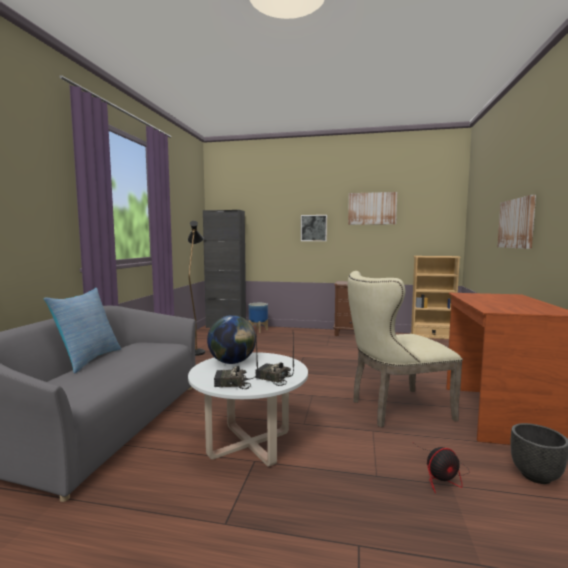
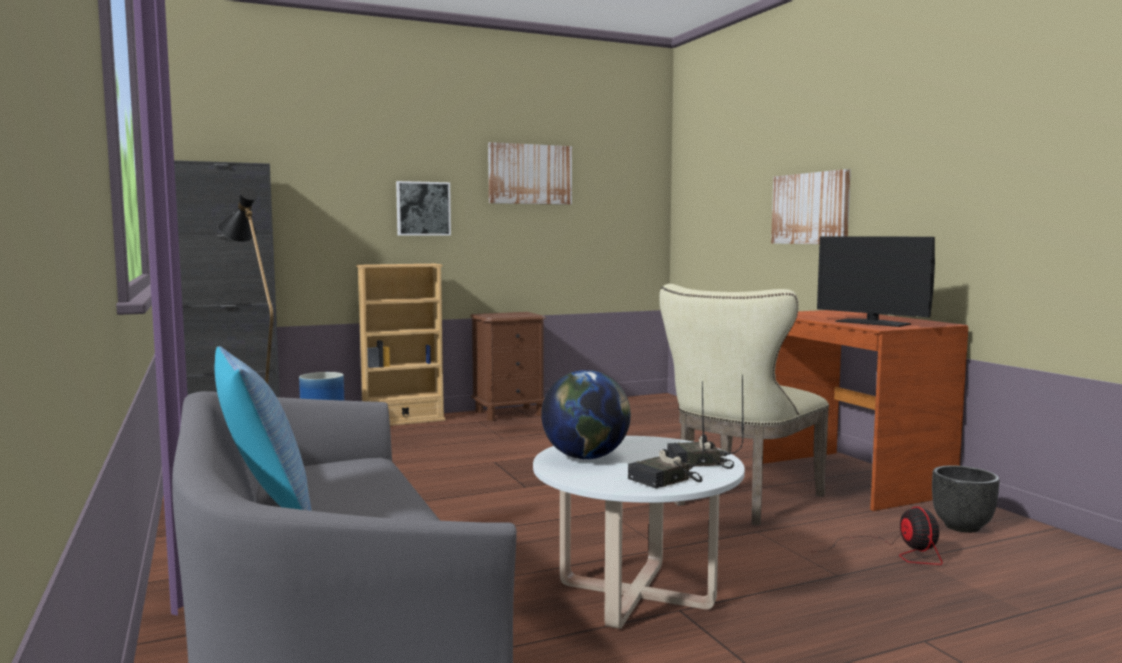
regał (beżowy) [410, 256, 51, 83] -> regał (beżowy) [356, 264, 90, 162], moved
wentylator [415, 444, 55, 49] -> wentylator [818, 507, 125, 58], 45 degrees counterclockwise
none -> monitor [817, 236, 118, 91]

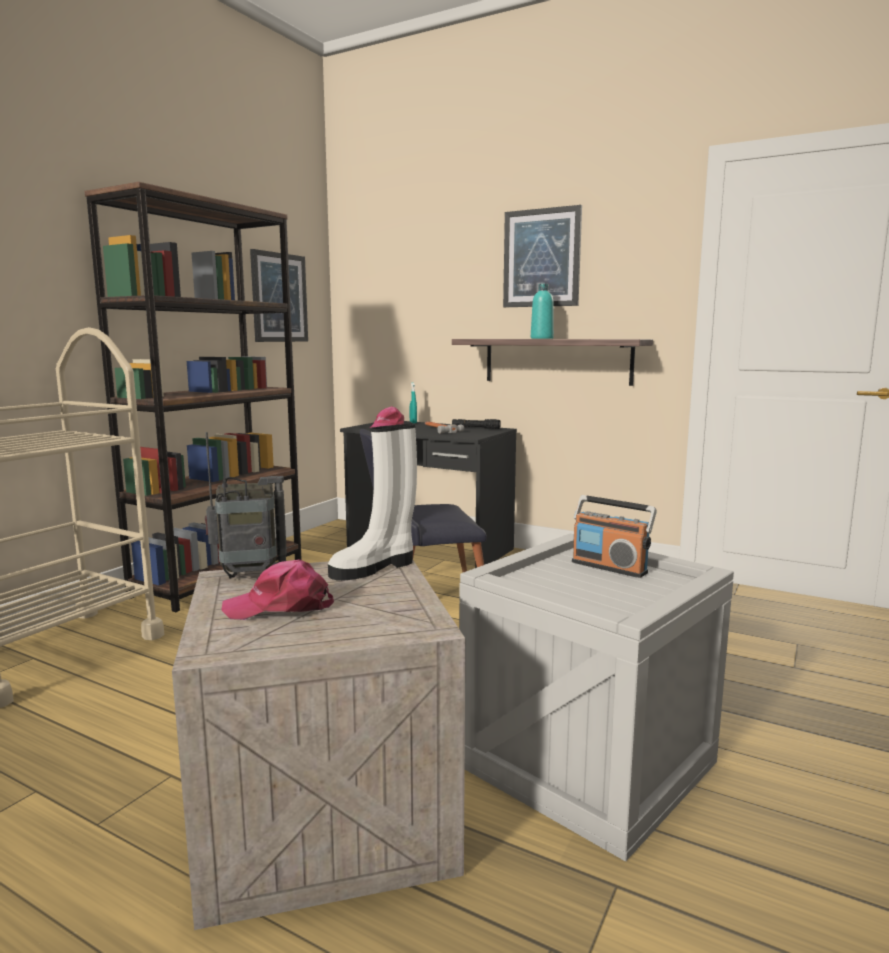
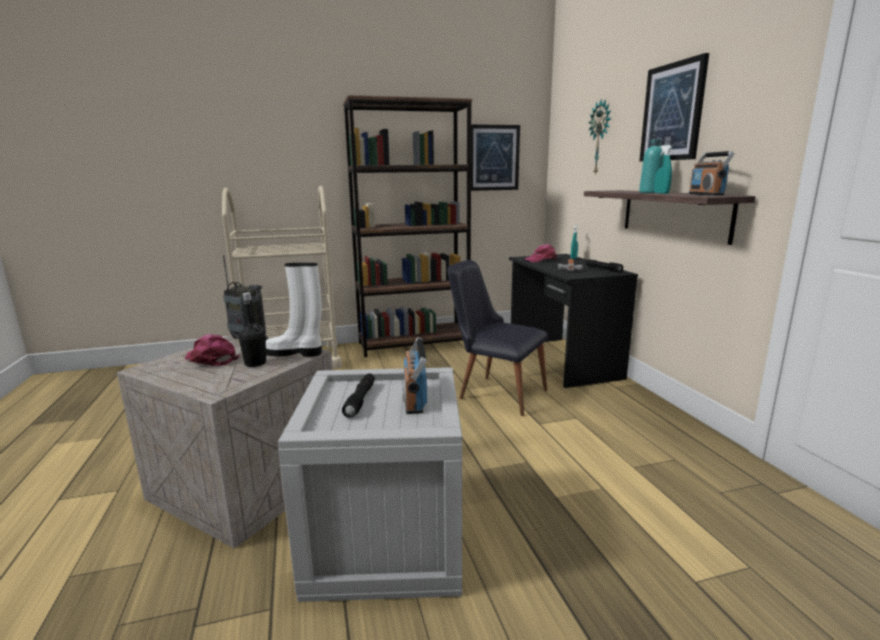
none -> zegar ścienny [589, 99, 22, 76]
none -> spryskiwacz (turkusowy) [654, 145, 18, 49]
none -> radio [689, 151, 46, 45]
none -> butelka (czarny) [238, 293, 28, 74]
none -> latarka (czarny) [342, 373, 33, 45]

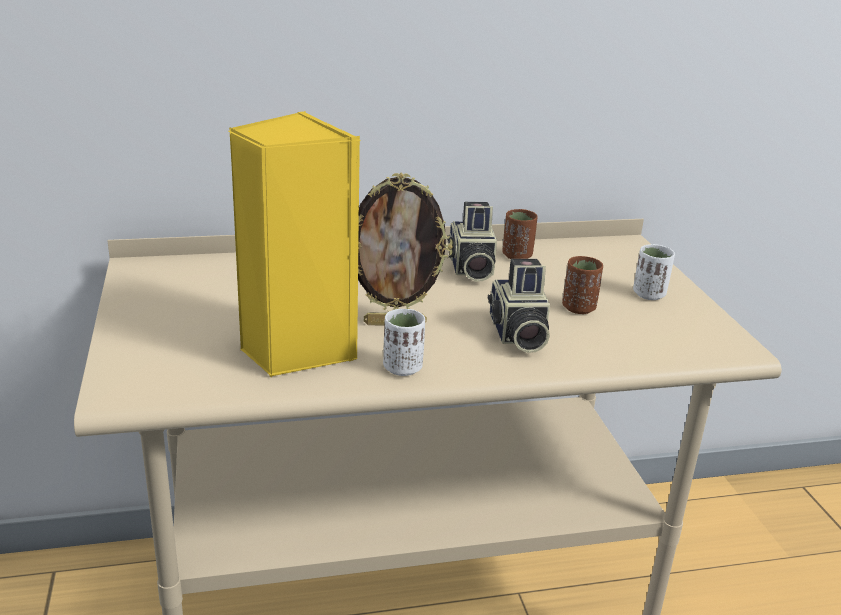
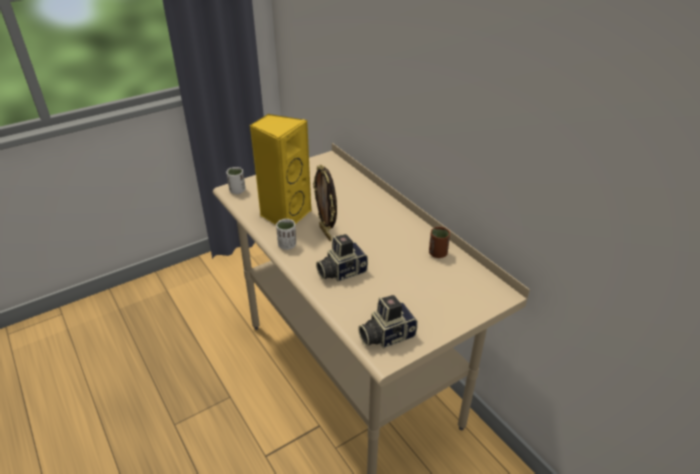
aparat fotograficzny [447, 202, 50, 80] -> aparat fotograficzny [358, 295, 60, 54], moved
filiżanka (biały) [633, 244, 42, 56] -> filiżanka (biały) [226, 167, 20, 27], moved
filiżanka (brązowy) [562, 256, 41, 58] -> none

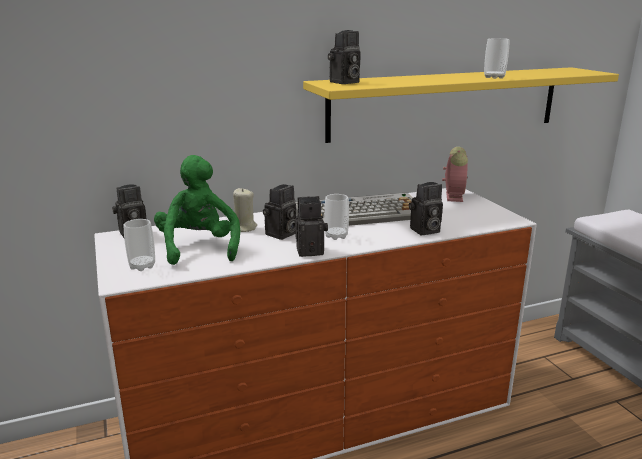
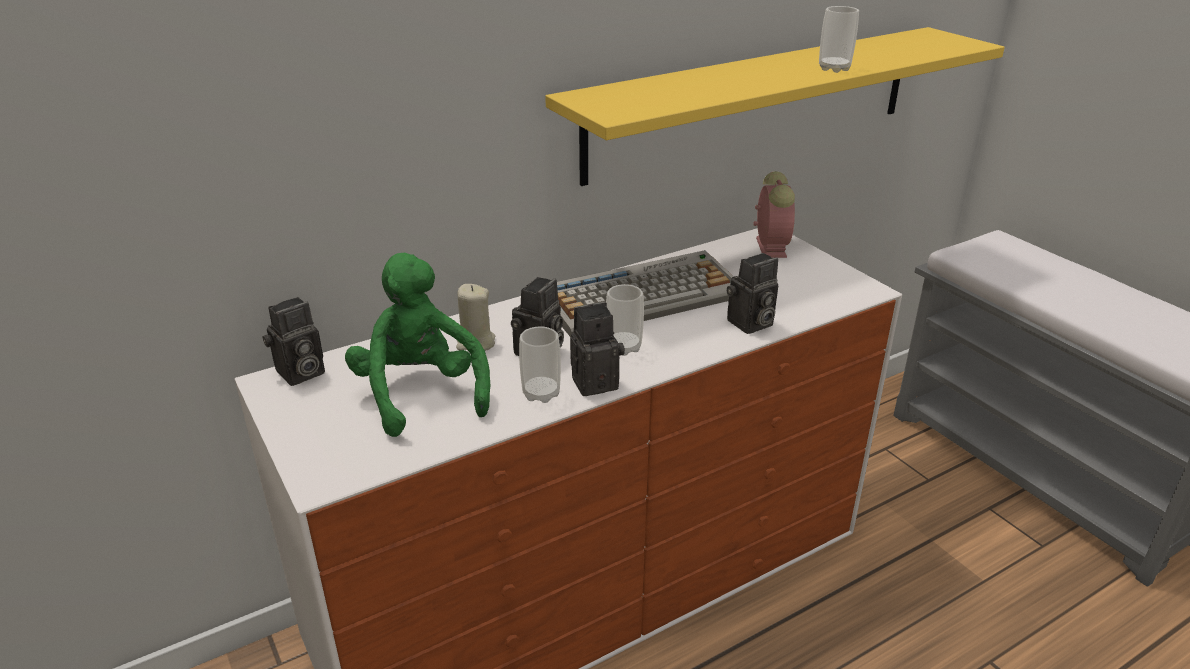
aparat fotograficzny [328, 30, 33, 54] -> none
filiżanka [123, 219, 32, 52] -> filiżanka [519, 327, 42, 76], moved

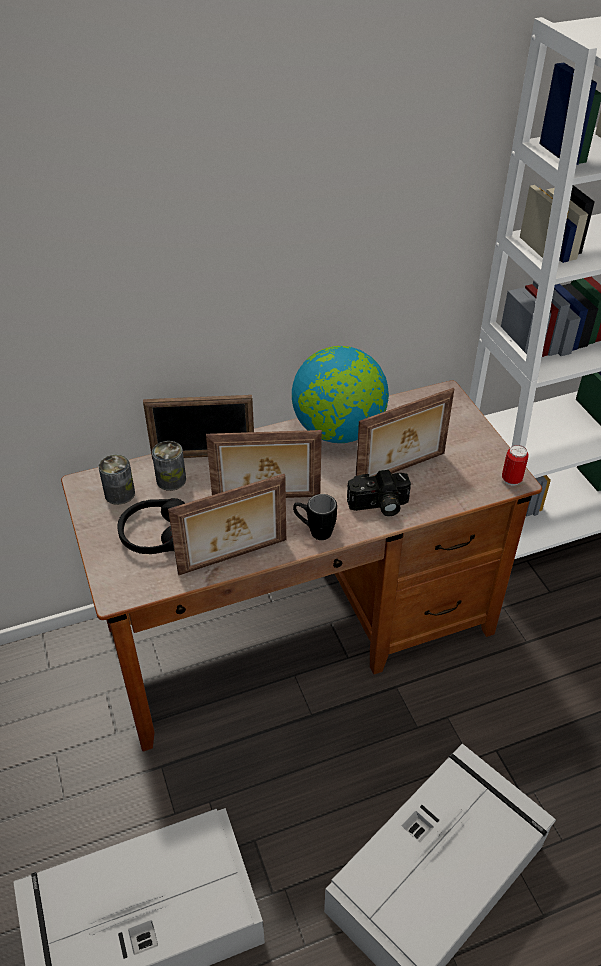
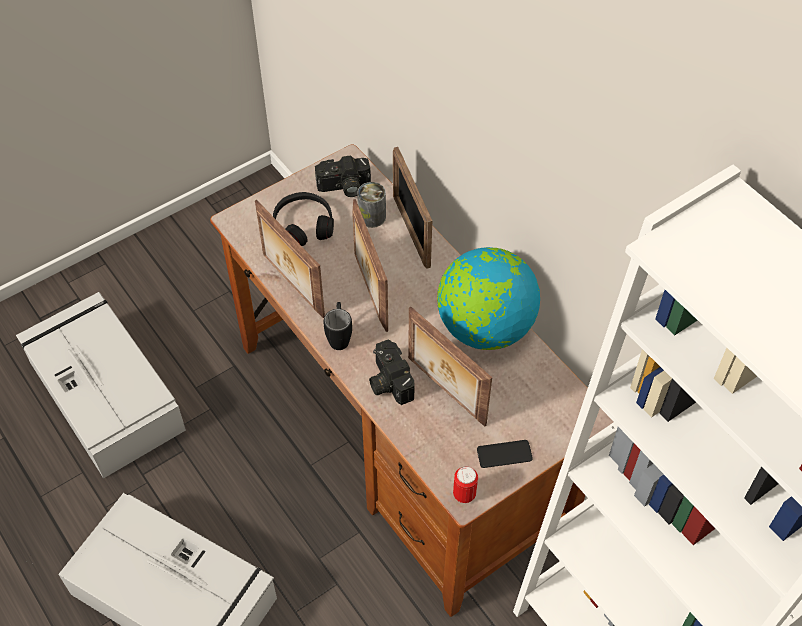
puszka [98, 454, 37, 51] -> aparat fotograficzny [315, 155, 56, 42]
none -> telefon [477, 440, 56, 28]

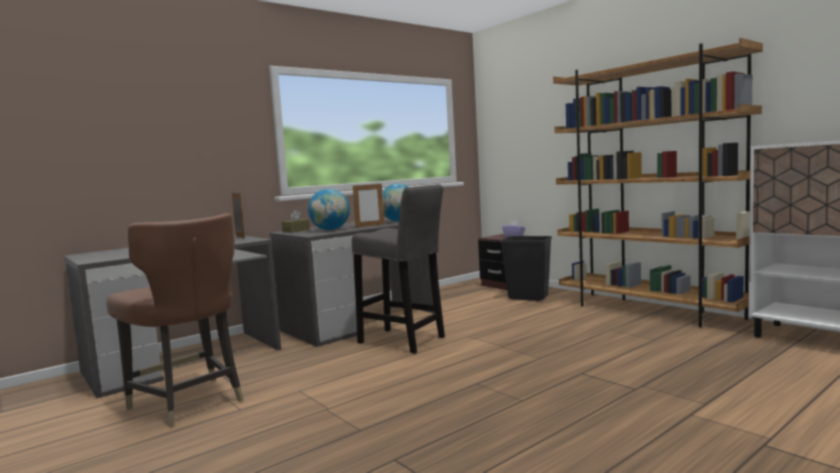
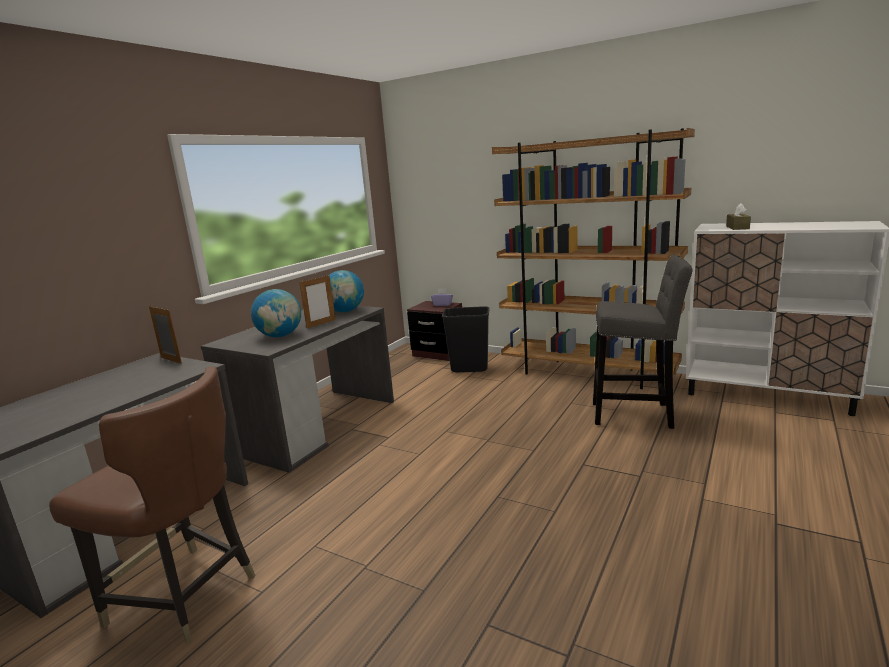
stołek (szary) [352, 184, 93, 170] -> stołek (szary) [593, 255, 100, 174], moved
pudełko chusteczek (brązowy) [282, 210, 28, 23] -> pudełko chusteczek (brązowy) [726, 203, 25, 27], moved

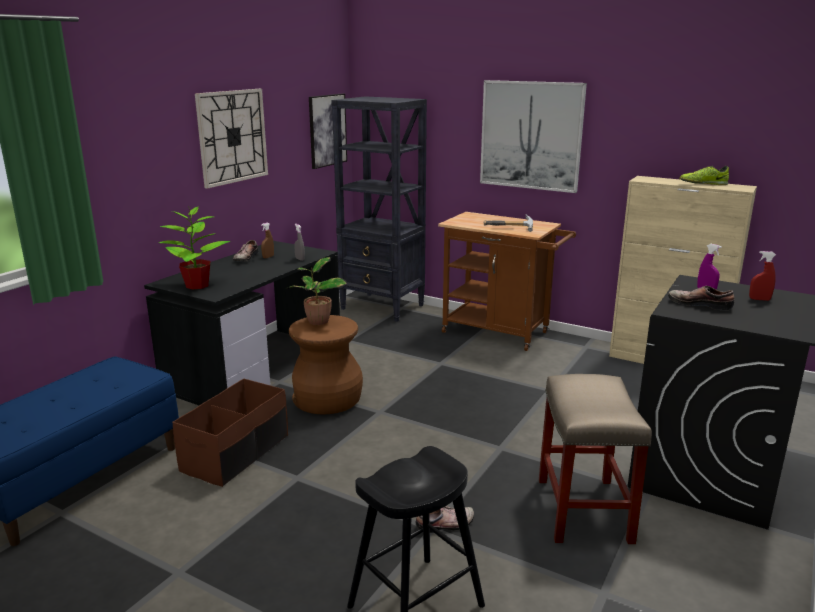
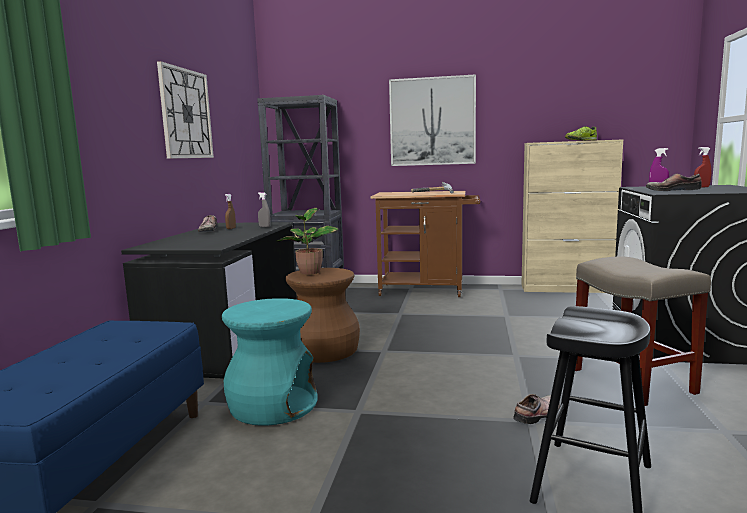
obraz [309, 93, 38, 76] -> none
roślina doniczkowa [159, 206, 72, 83] -> none
pojemnik do przechowywania (brązowy) [172, 378, 116, 109] -> stołek (turkusowy) [222, 298, 96, 128]

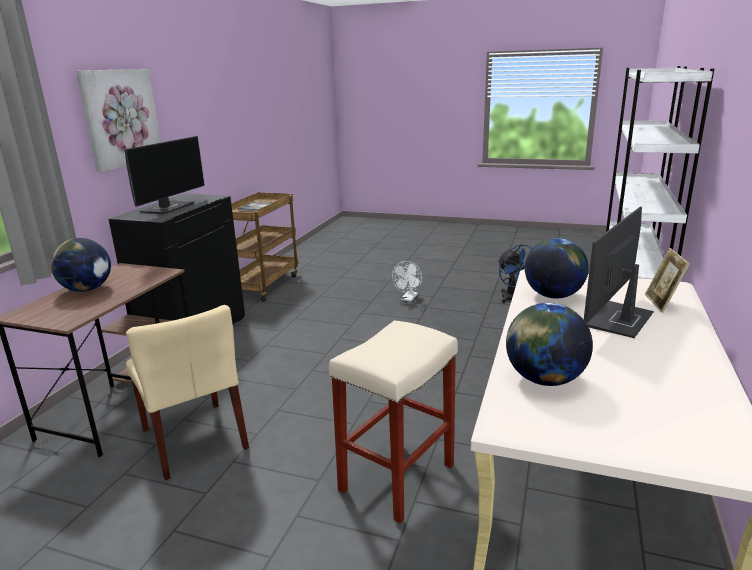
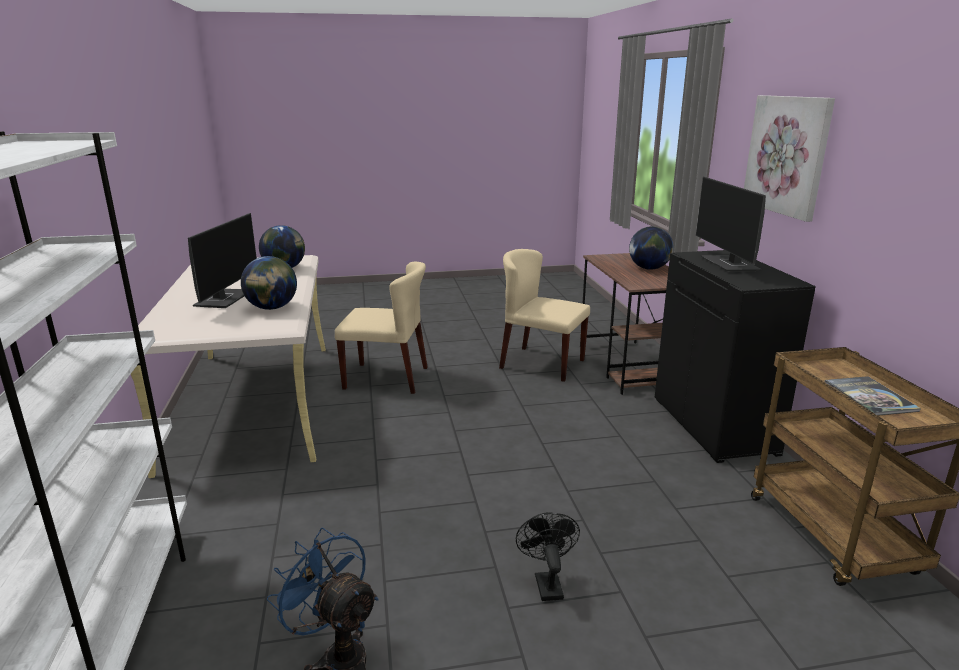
ramka na zdjęcie [645, 248, 45, 65] -> none
wentylator (biały) [392, 261, 30, 40] -> wentylator (czarny) [516, 512, 64, 89]
stołek (beżowy) [329, 321, 129, 203] -> krzesło (beżowy) [335, 261, 93, 133]

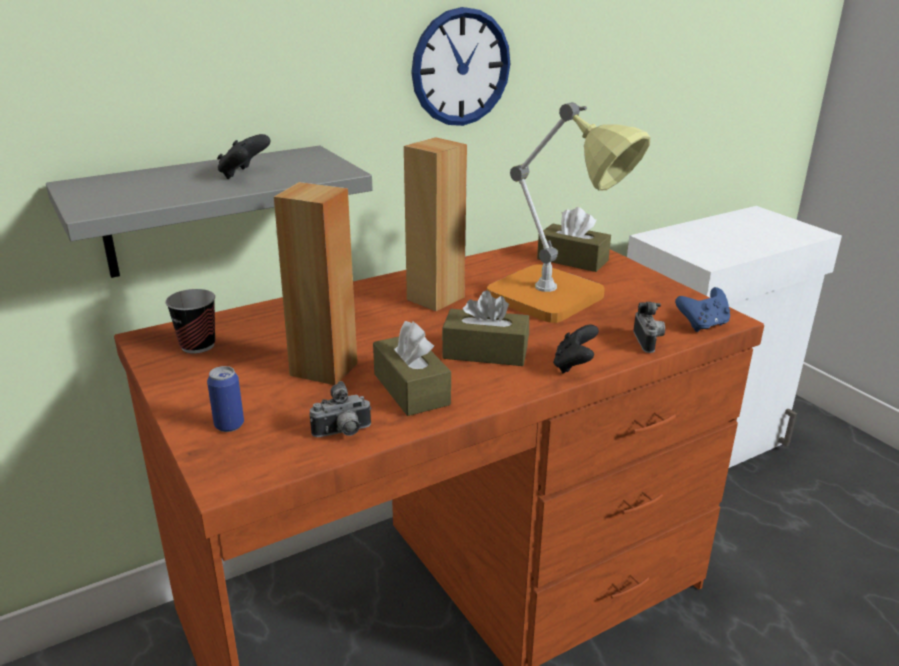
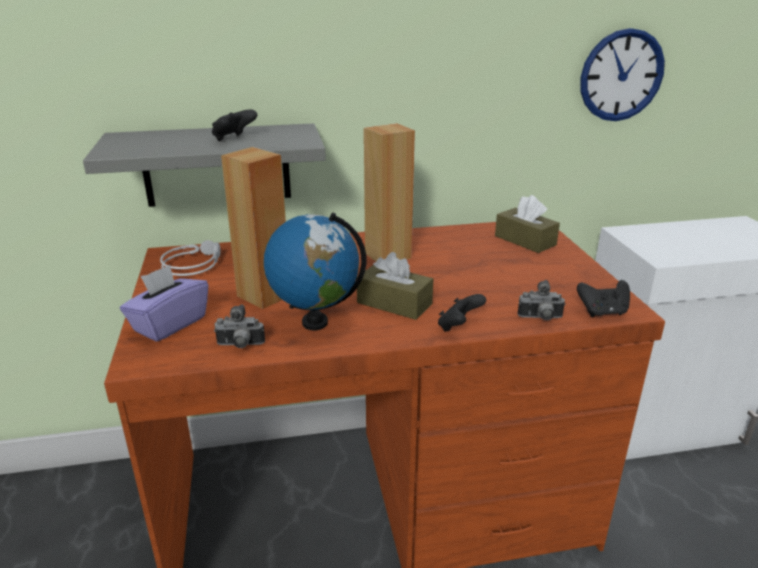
zegar ścienny [411, 7, 99, 119] -> zegar ścienny [580, 28, 85, 93], moved
lampa stołowa [487, 102, 163, 221] -> none
pad do gier (niebieski) [675, 287, 55, 45] -> pad do gier (czarny) [577, 280, 53, 37]
filiżanka [165, 289, 50, 65] -> słuchawki (szary) [160, 240, 60, 36]
aparat fotograficzny [633, 302, 32, 51] -> aparat fotograficzny [518, 280, 47, 40], 75 degrees clockwise
pudełko chusteczek (brązowy) [373, 321, 78, 95] -> globus [264, 212, 102, 118]
puszka [207, 366, 37, 66] -> pudełko chusteczek (fioletowy) [120, 264, 88, 78]

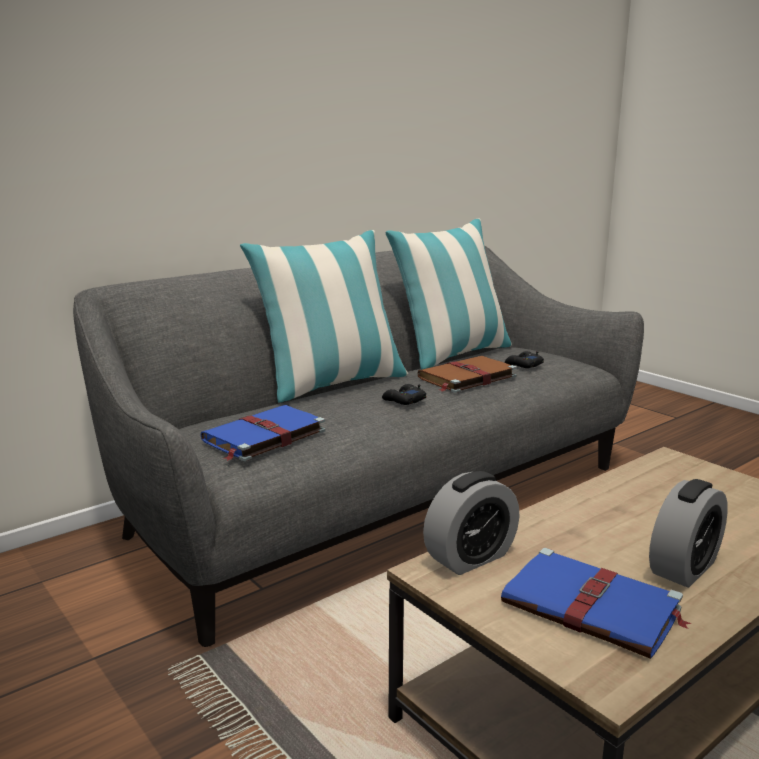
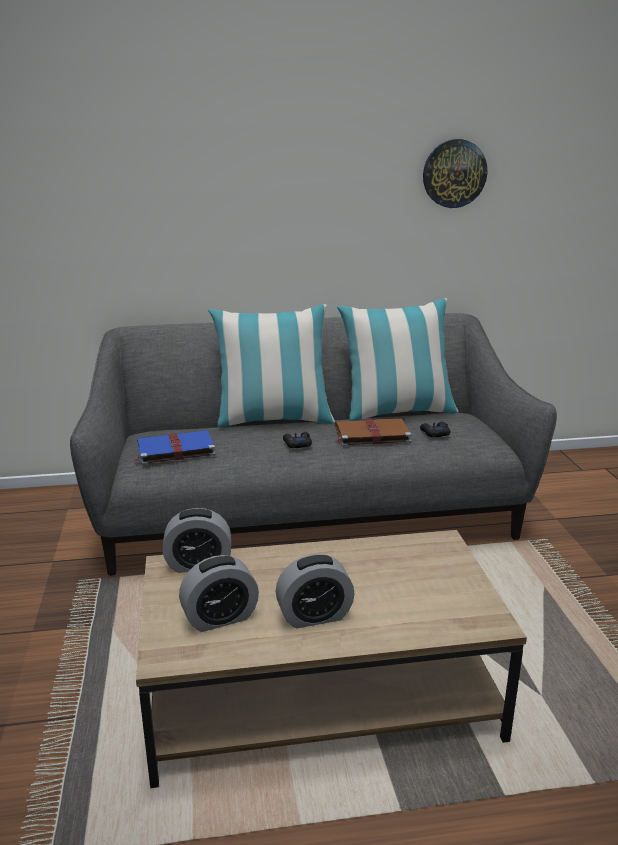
książka (niebieski) [501, 548, 191, 111] -> budzik [179, 555, 80, 77]
none -> zegar ścienny [423, 139, 64, 69]

